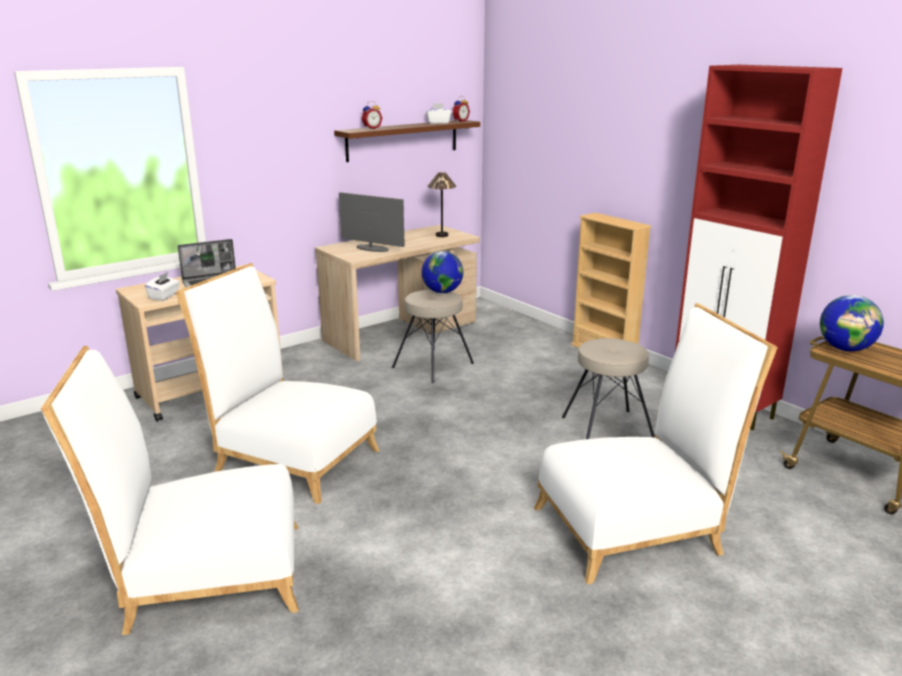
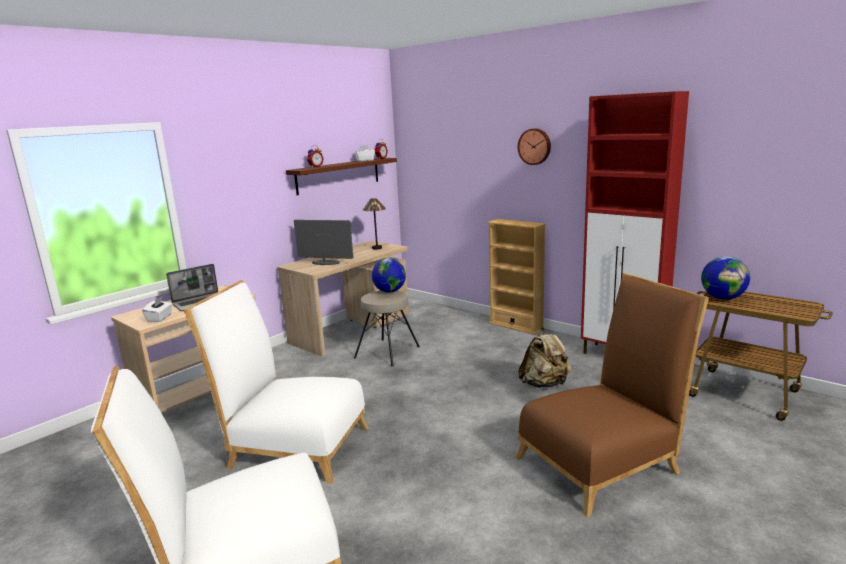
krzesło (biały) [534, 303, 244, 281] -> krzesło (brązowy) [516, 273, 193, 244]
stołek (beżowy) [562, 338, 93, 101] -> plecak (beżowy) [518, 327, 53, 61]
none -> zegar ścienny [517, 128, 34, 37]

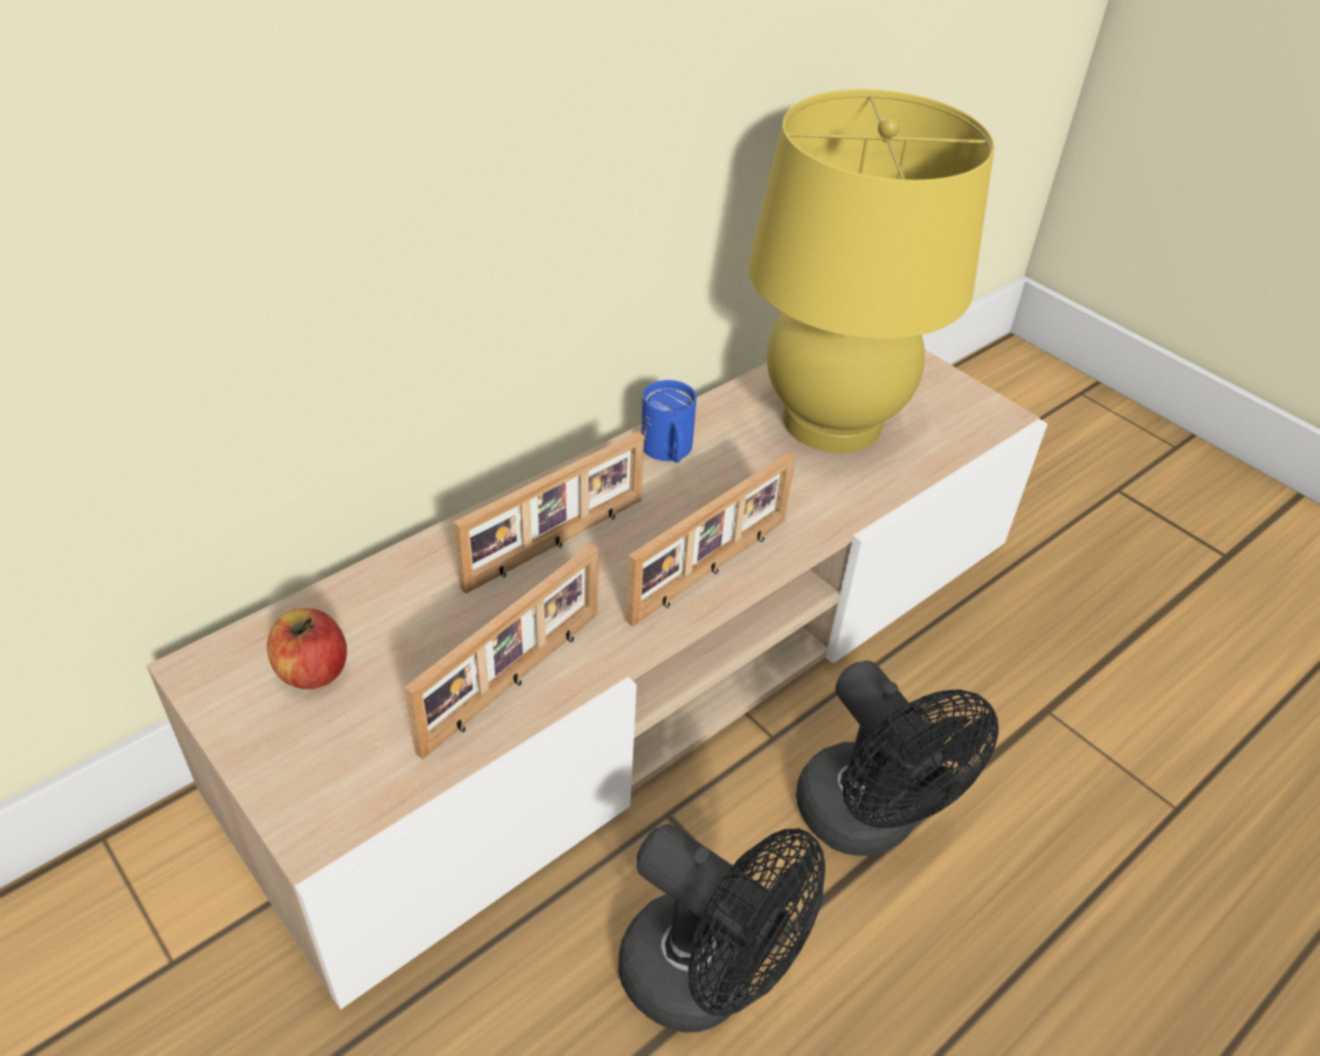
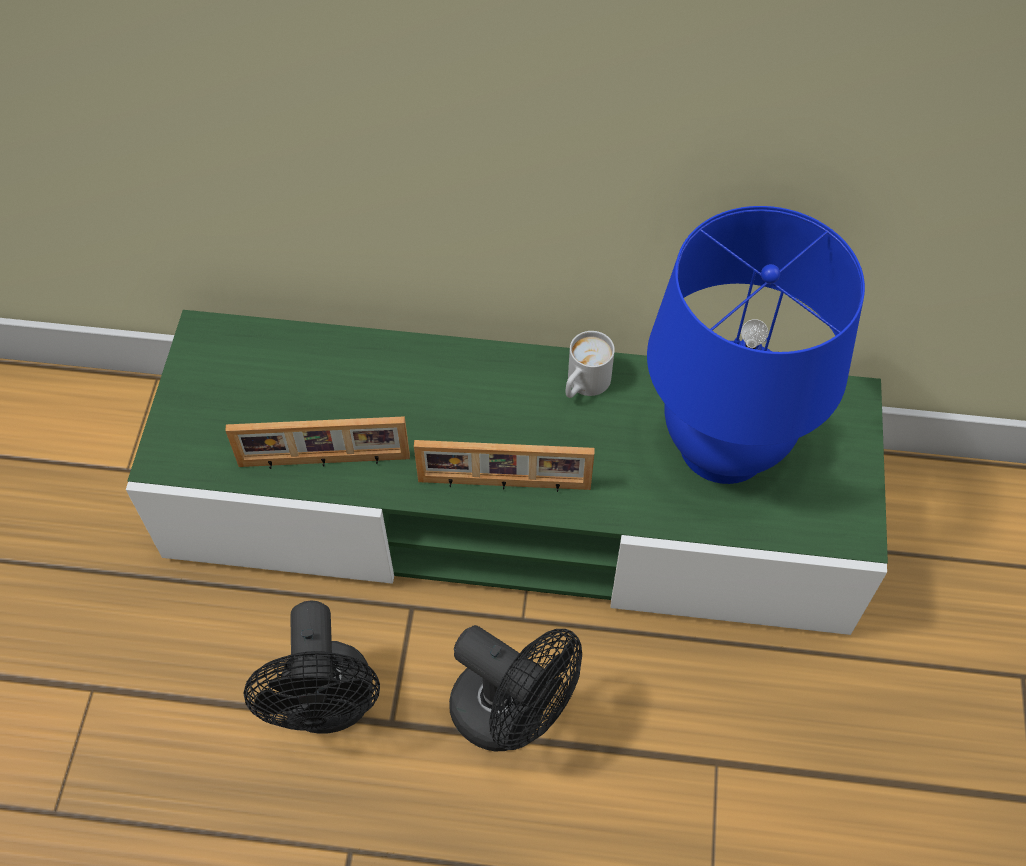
lampa stołowa (żółty) [749, 89, 246, 364] -> lampa stołowa (niebieski) [647, 206, 218, 278]
szafka pod telewizor (beżowy) [147, 350, 900, 659] -> szafka pod telewizor (zielony) [126, 310, 762, 325]
kubek (niebieski) [641, 380, 56, 83] -> kubek (biały) [566, 331, 49, 67]
ramka na zdjęcie [453, 431, 191, 163] -> none
jabłko [267, 608, 80, 81] -> none
wentylator (czarny) [796, 661, 203, 195] -> wentylator (czarny) [449, 625, 133, 127], 75 degrees counterclockwise

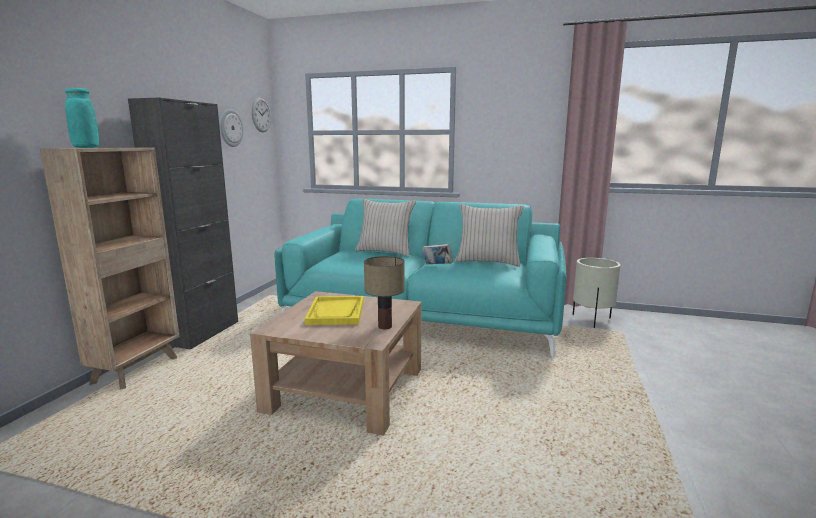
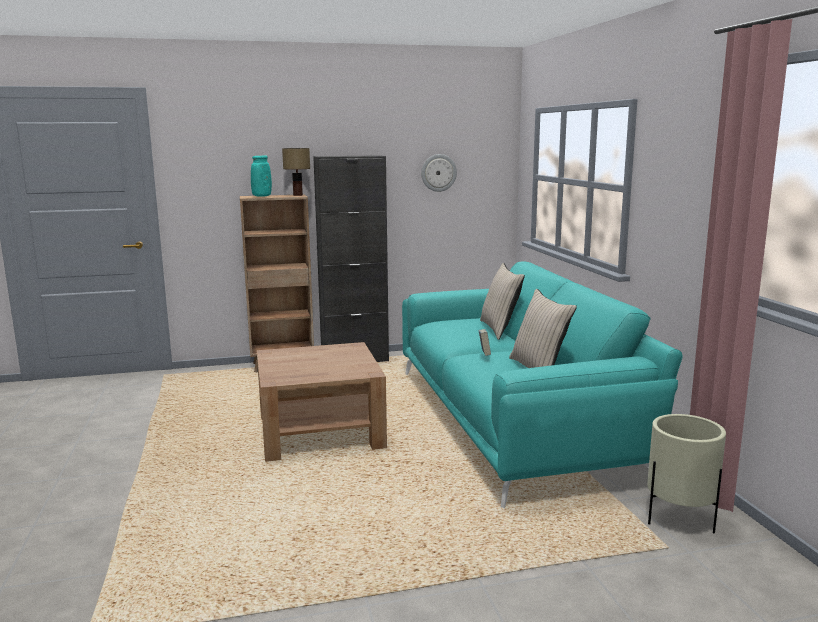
zegar ścienny [251, 98, 20, 34] -> none
lampa stołowa [364, 256, 41, 73] -> lampa stołowa [282, 148, 28, 48], moved
taca (żółty) [305, 296, 59, 29] -> none

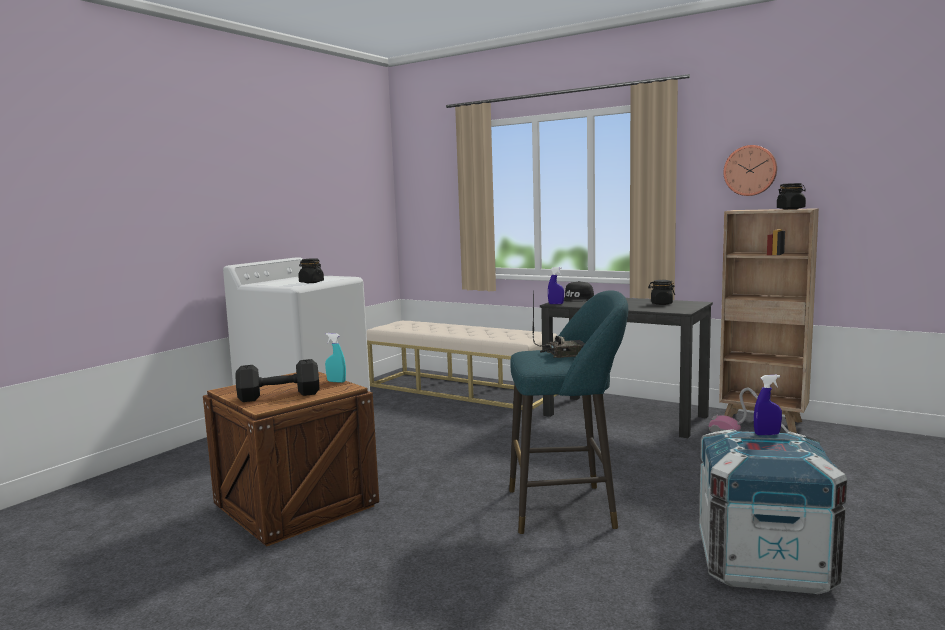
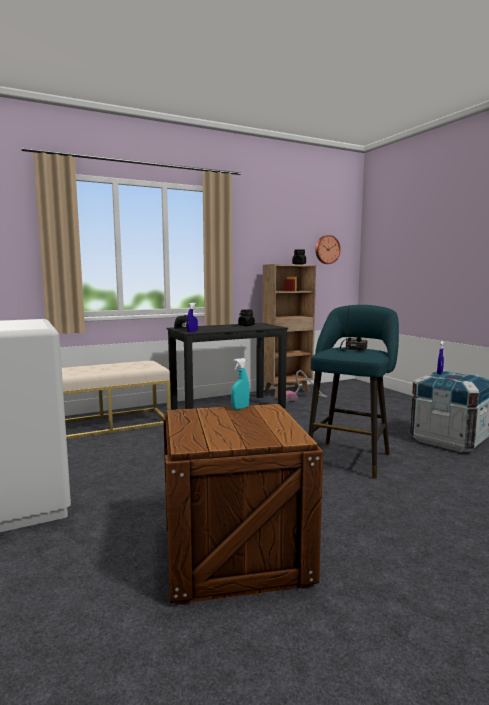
zegar ścienny [723, 145, 54, 51] -> zegar ścienny [316, 235, 25, 29], moved
słoik (czarny) [298, 258, 26, 25] -> none
hantel (czarny) [235, 359, 84, 43] -> none

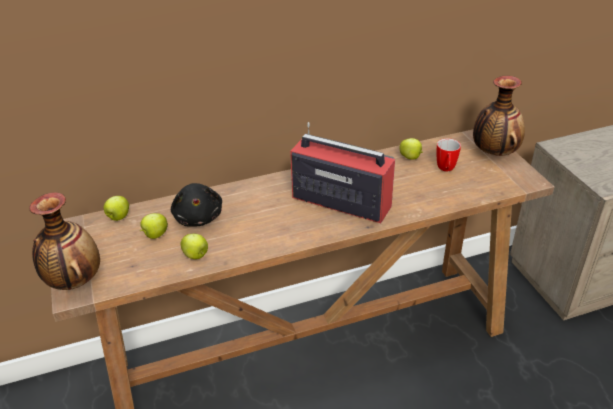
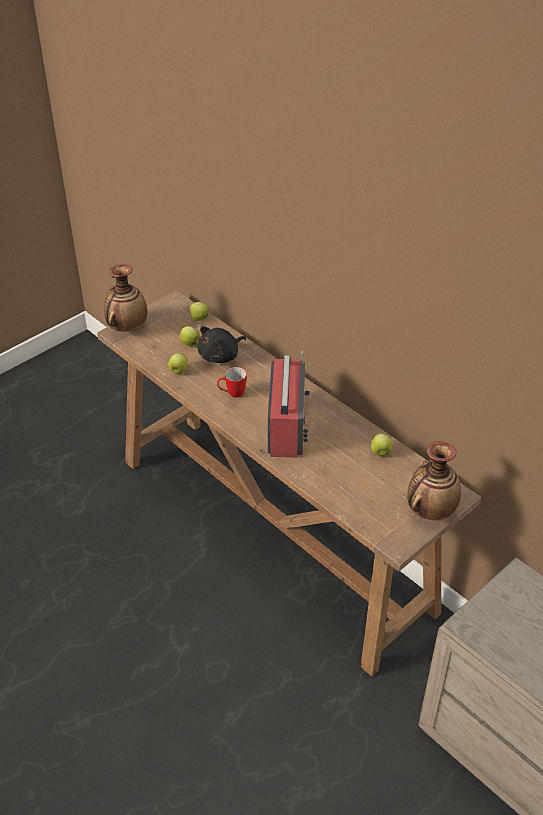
kubek [437, 138, 24, 34] -> kubek [217, 367, 30, 31], moved

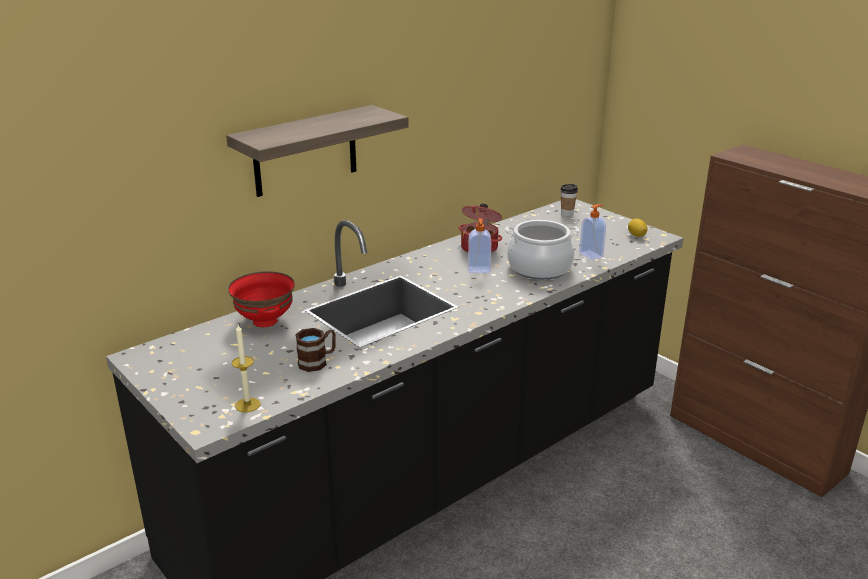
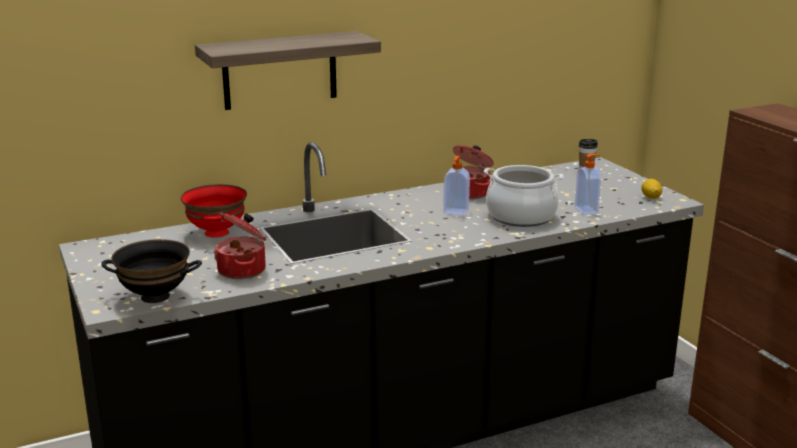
świeca [232, 325, 29, 87] -> miska (czarny) [101, 239, 101, 64]
kubek (brązowy) [295, 328, 41, 44] -> garnek [214, 212, 52, 67]

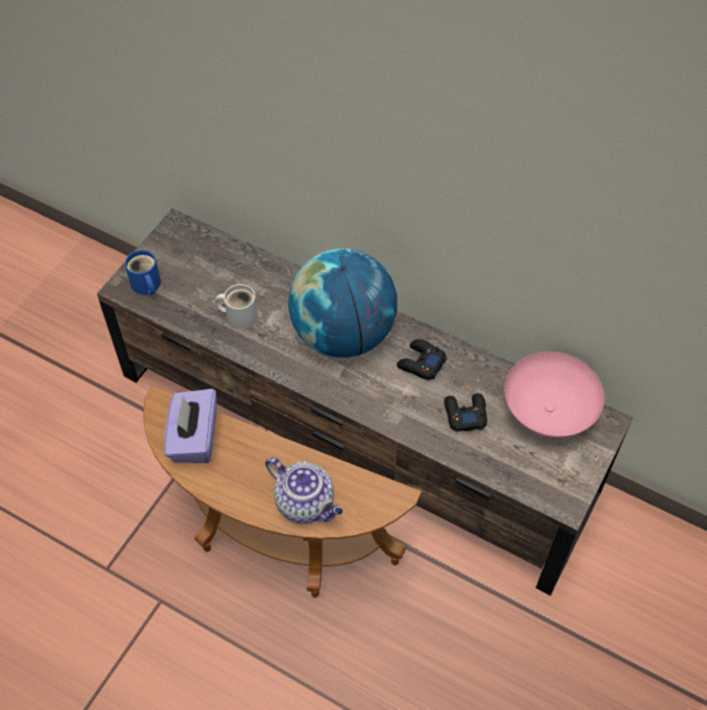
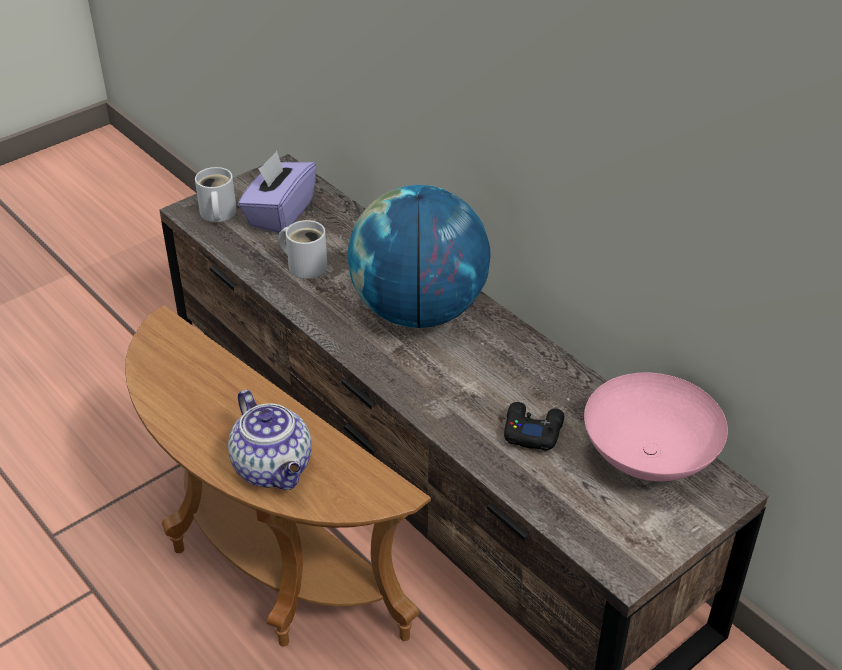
kubek (niebieski) [125, 250, 36, 45] -> kubek (biały) [195, 167, 42, 55]
pad do gier (czarny) [397, 339, 50, 41] -> none
pudełko chusteczek (fioletowy) [164, 389, 53, 74] -> pudełko chusteczek (fioletowy) [238, 151, 78, 82], moved

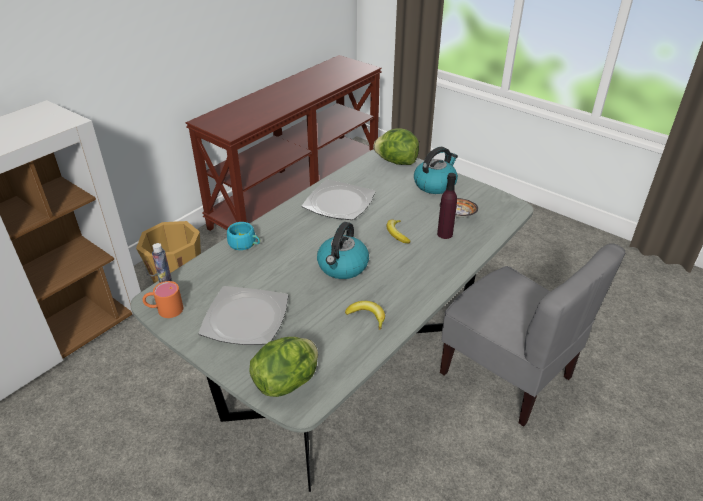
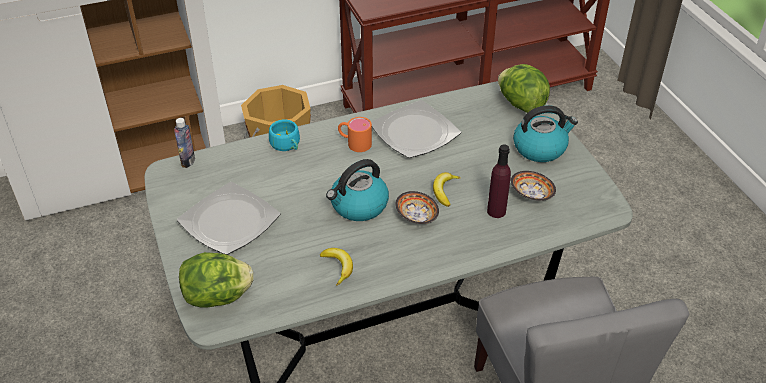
kubek (pomarańczowy) [142, 281, 41, 37] -> kubek (pomarańczowy) [338, 117, 34, 35], moved
none -> miska [396, 191, 43, 33]

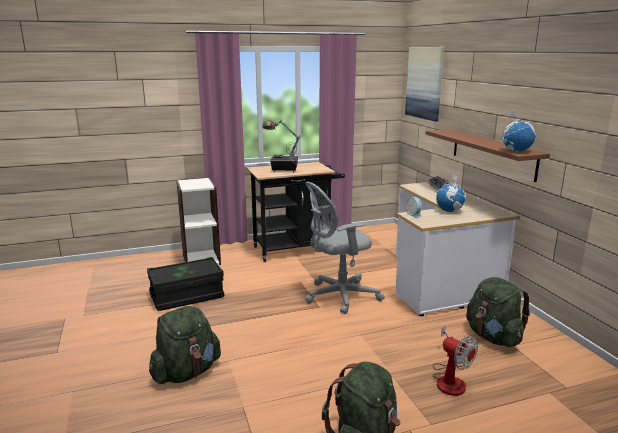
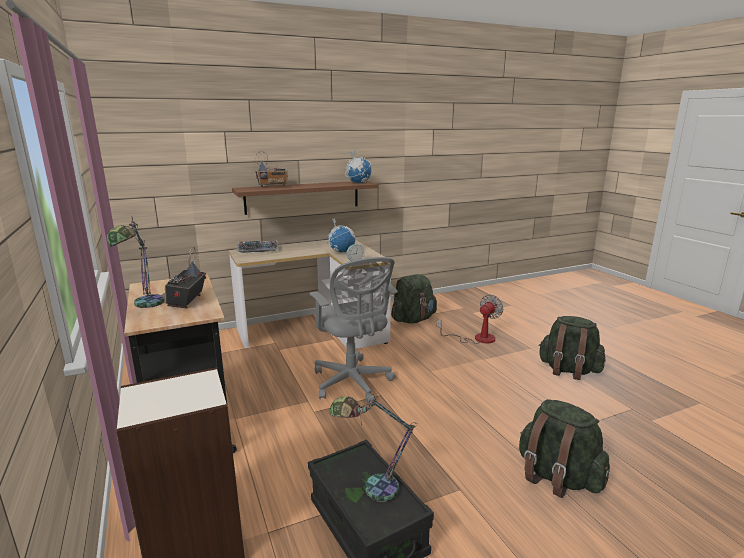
obraz [405, 47, 39, 75] -> none
none -> radio [255, 151, 33, 36]
none -> lampa stołowa [330, 394, 87, 108]

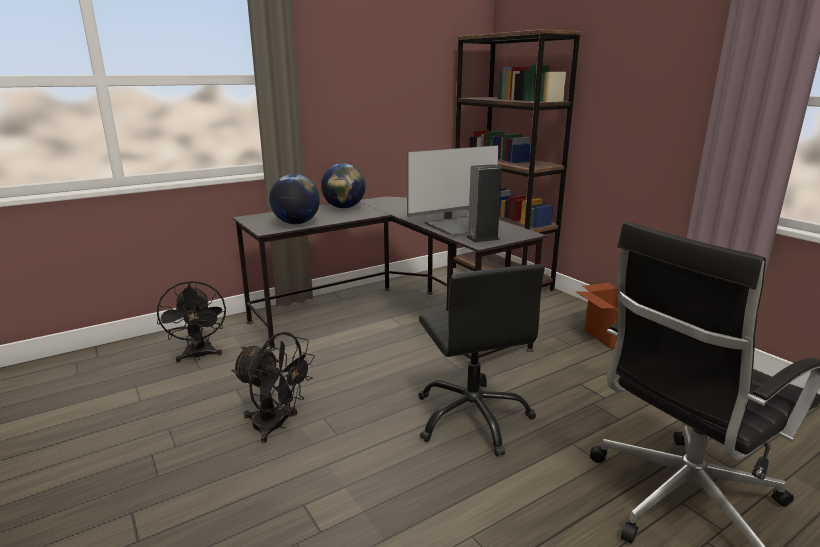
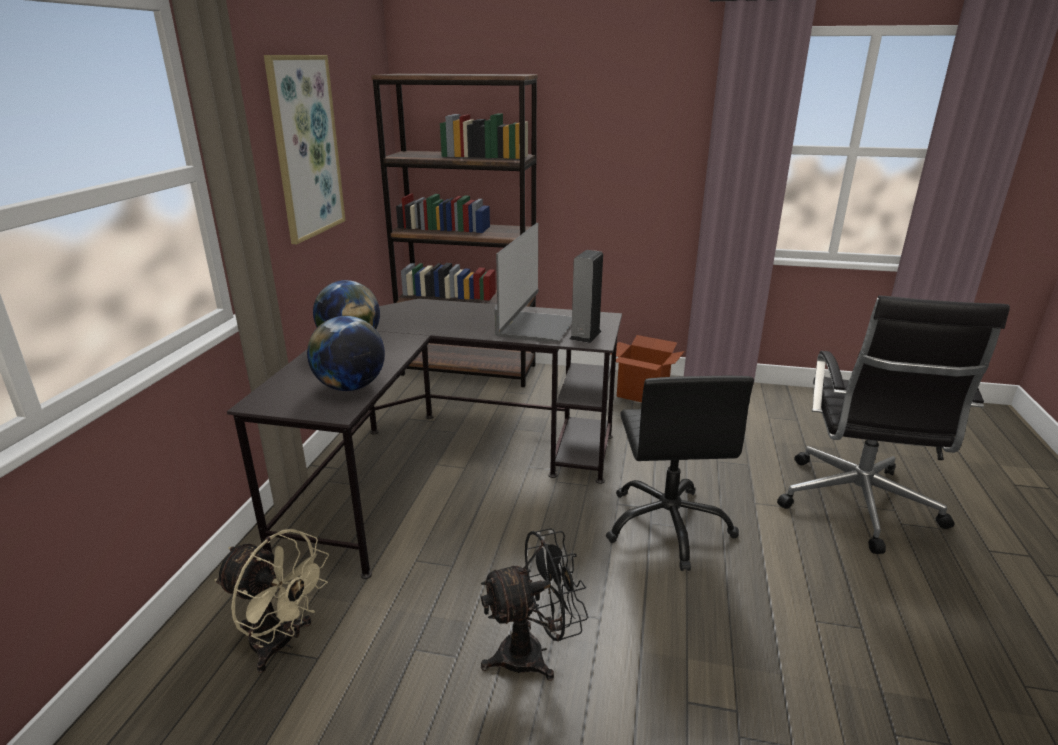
krzesło biurowe (czarny) [418, 264, 127, 193] -> krzesło biurowe (czarny) [606, 376, 148, 195], 60 degrees clockwise
wentylator (czarny) [157, 281, 69, 81] -> wentylator (beżowy) [214, 529, 115, 144]
none -> obraz [264, 55, 82, 189]

